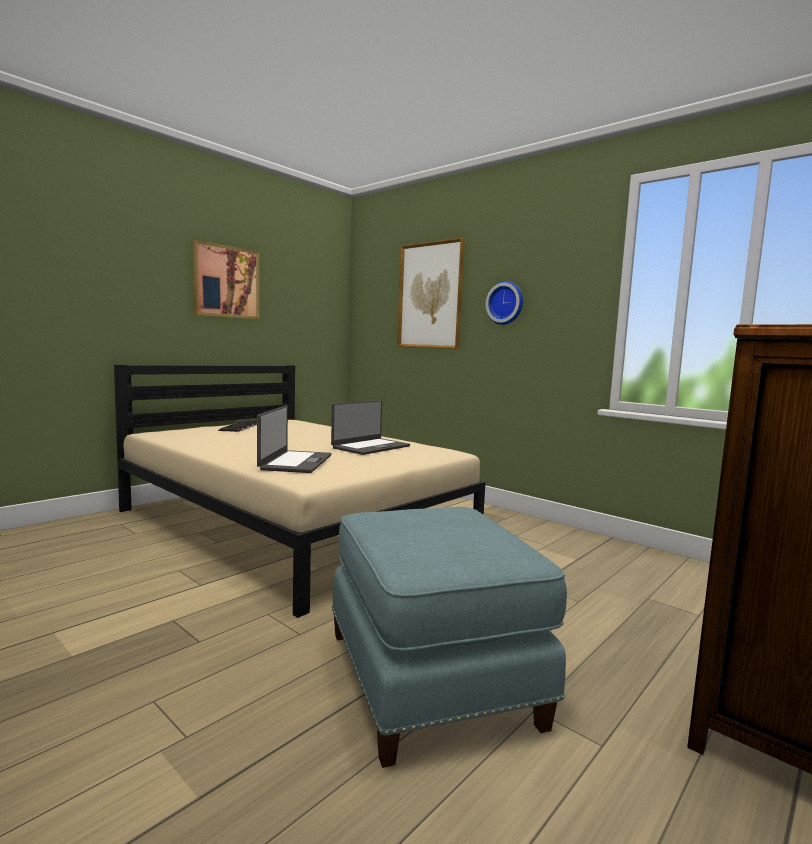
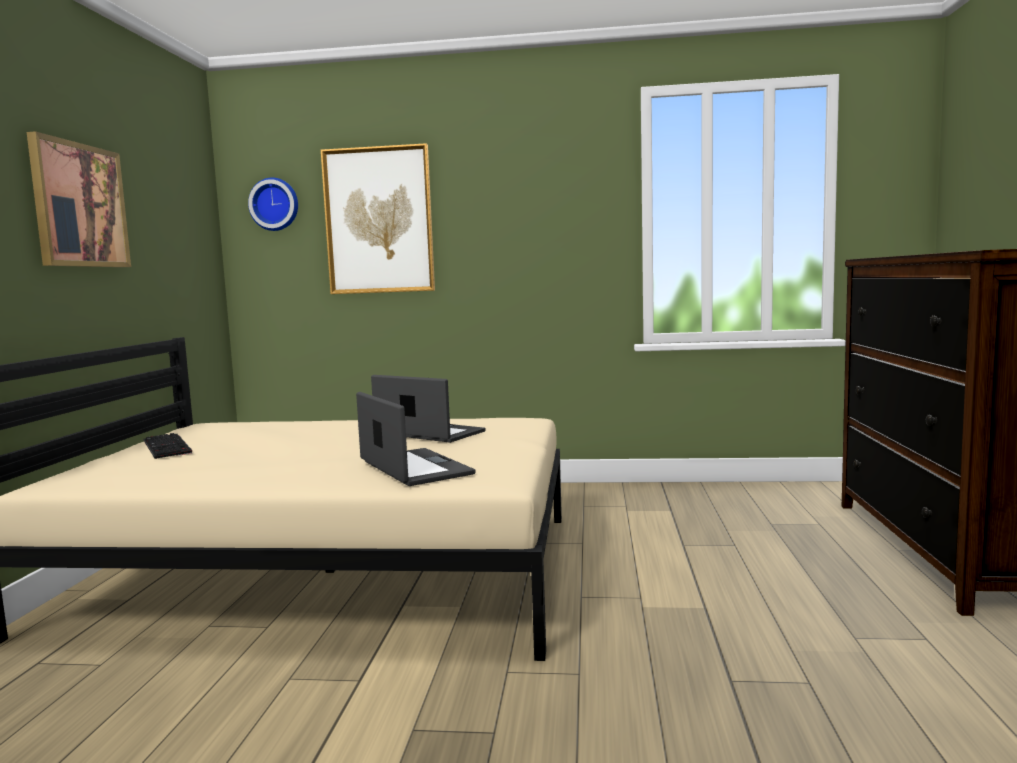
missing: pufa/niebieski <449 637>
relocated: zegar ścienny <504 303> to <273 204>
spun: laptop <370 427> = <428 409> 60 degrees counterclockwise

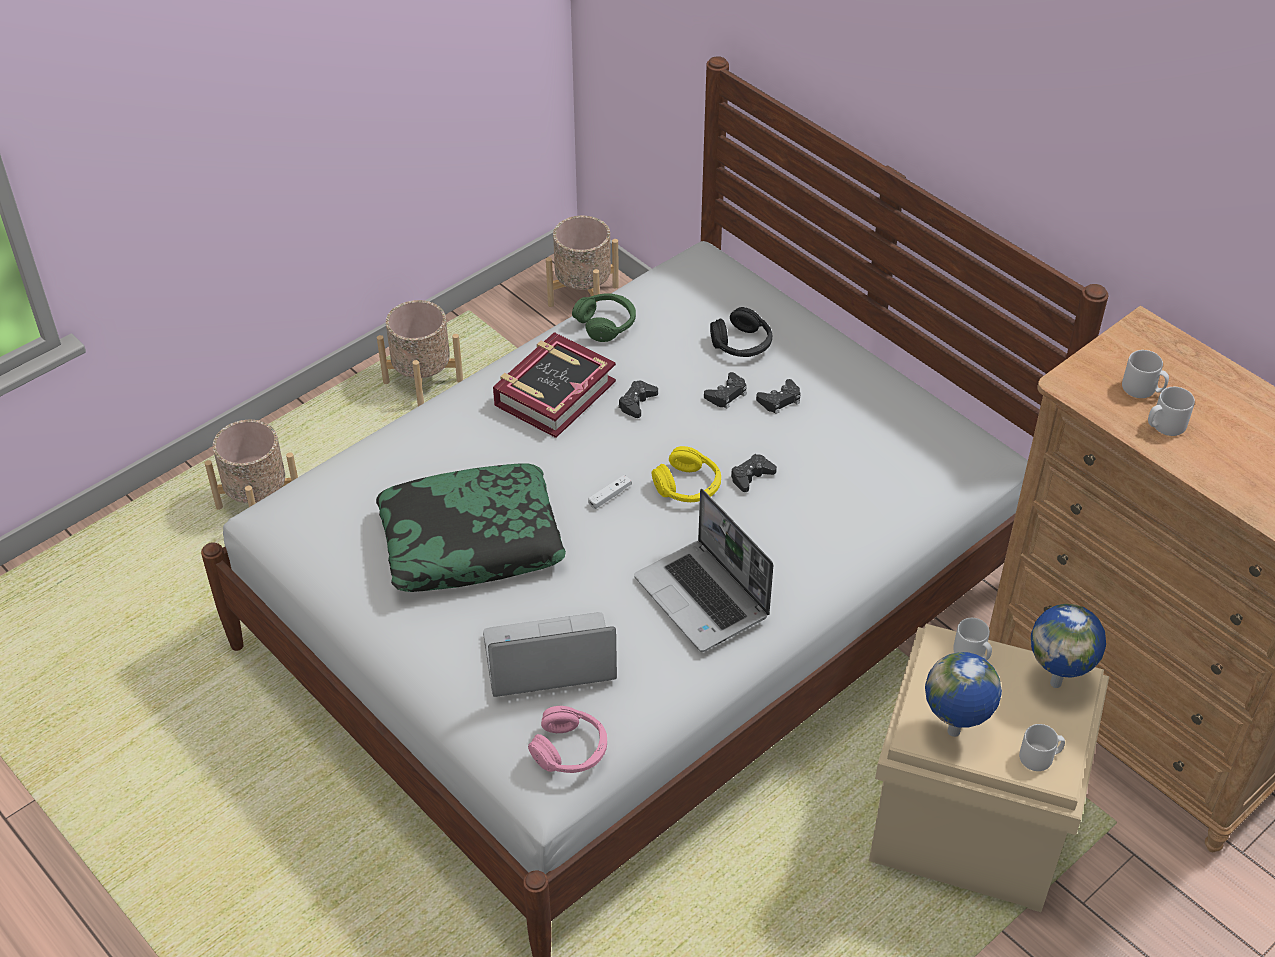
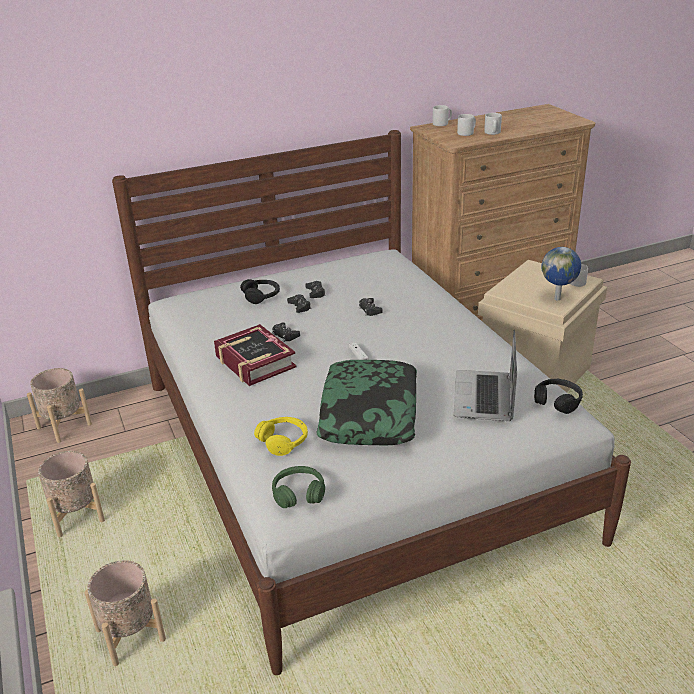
missing: laptop <703 570>; globus <1068 646>
relocated: słuchawki/zielony <604 318> to <298 487>; słuchawki/żółty <686 474> to <281 436>; kubek/szary <972 639> to <442 115>
colour: słuchawki/różowy <567 739> to słuchawki/czarny <558 396>

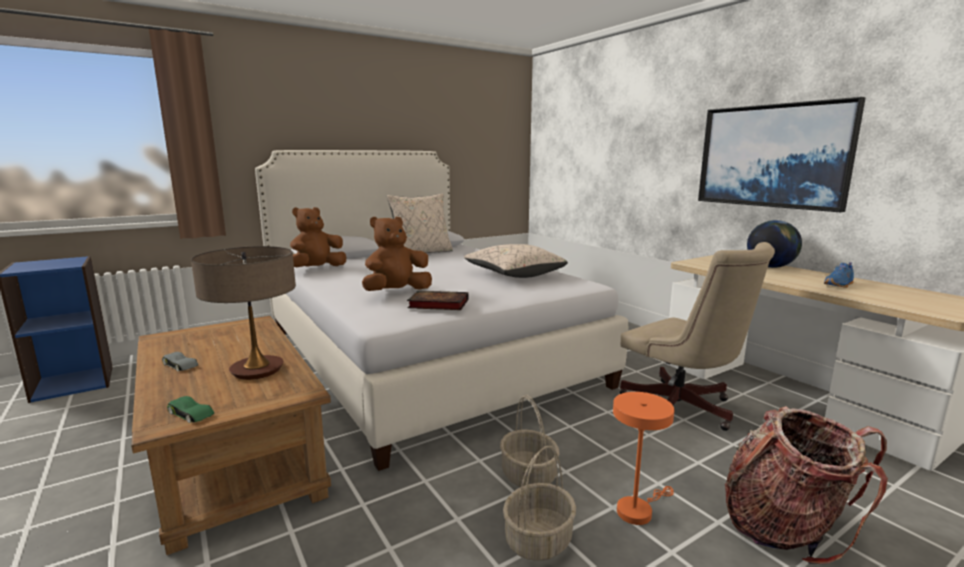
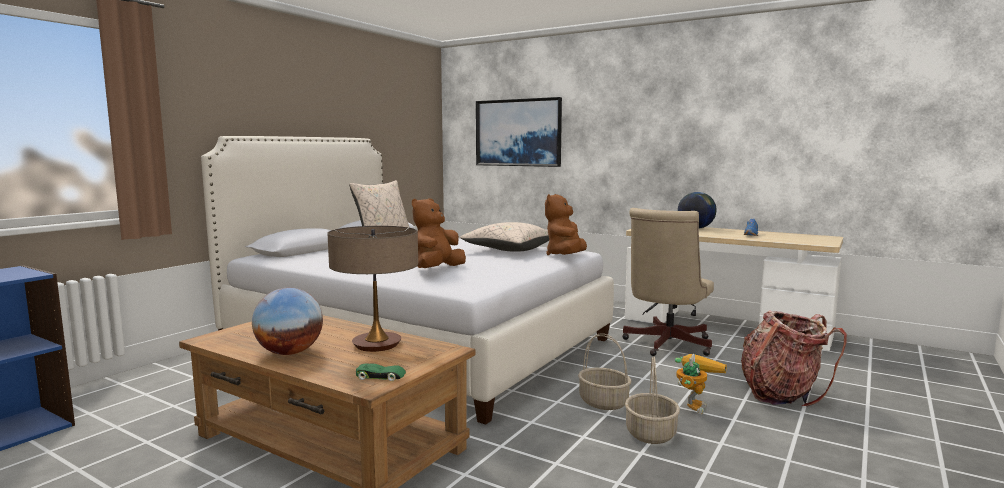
missing: książka <437 300>
relocated: pluszak/brązowy <318 237> to <566 224>; obraz <782 154> to <519 132>
exchanged: samochodzik/szary <180 361> to globus <287 321>; lampa stołowa/pomarańczowy <643 458> to robot zabawkowy <701 384>
spun: krzesło biurowe/beżowy <697 336> = <668 282> 90 degrees clockwise

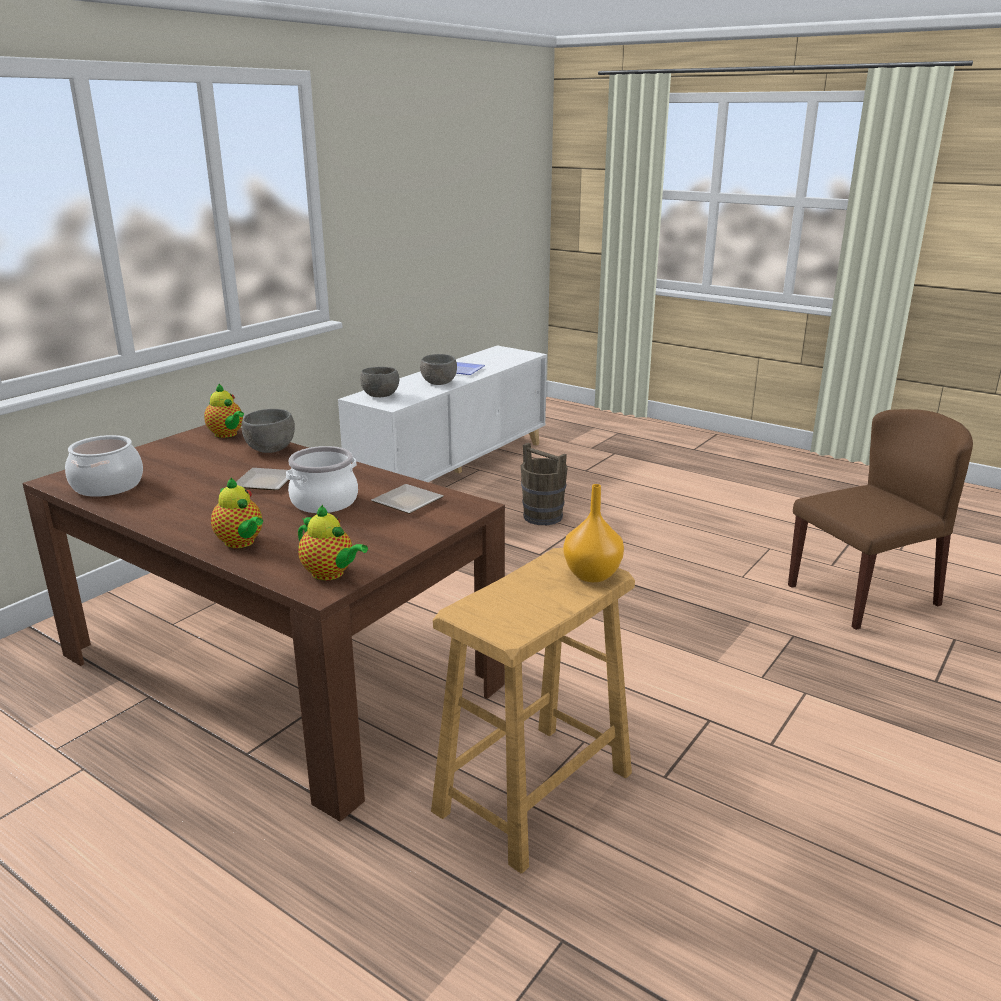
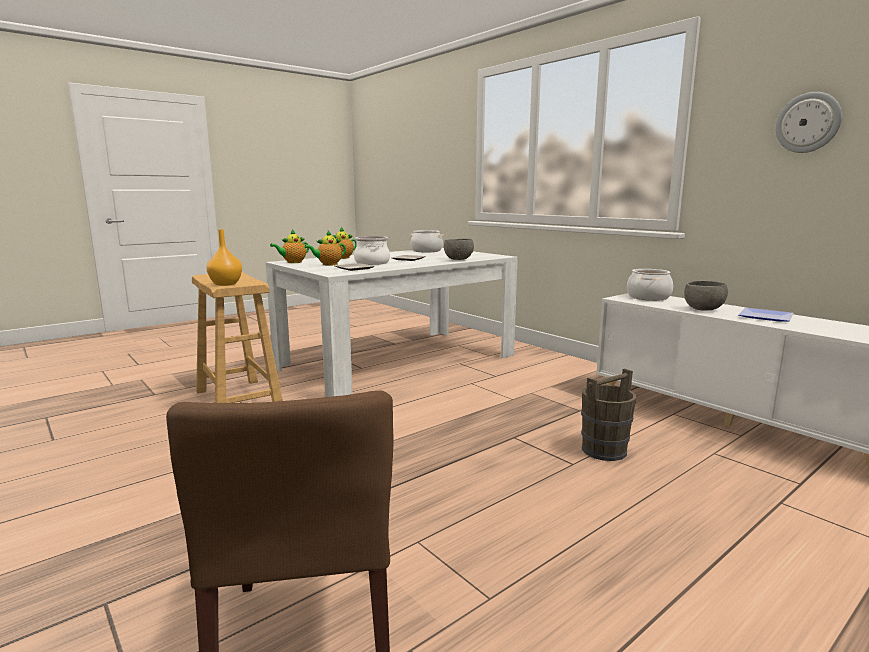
appeared: zegar ścienny <808 122>
relocated: imbryk <224 410> to <325 248>
exchanged: miska/szary <379 382> to garnek <650 285>
colour: stół jadalny/brązowy <263 623> to stół jadalny/biały <391 322>

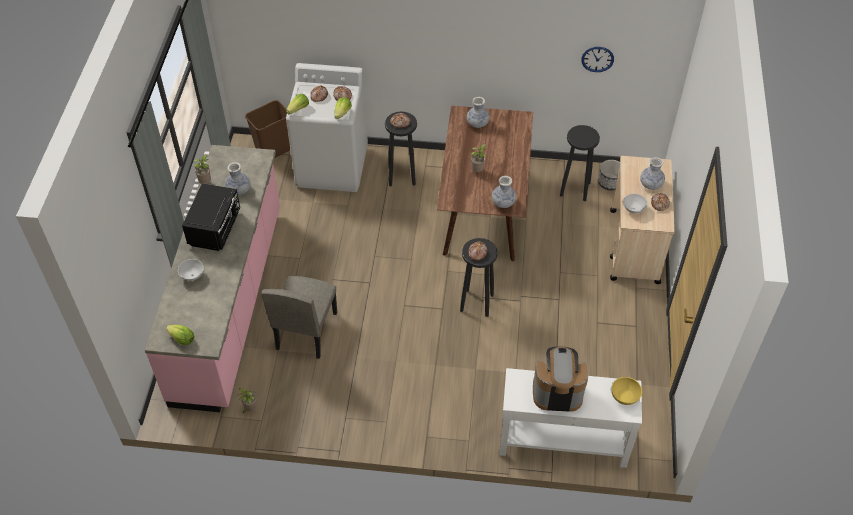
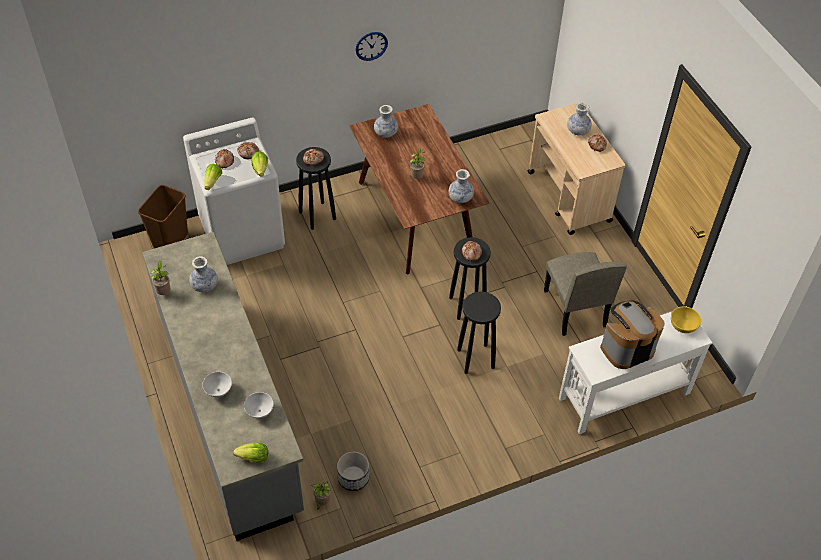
missing: mikrofalówka/czarny <211 217>
relocated: krzesło/beżowy <299 317> to <585 294>; stołek/czarny <580 163> to <479 333>; zegar ścienny <597 59> to <372 46>; donica <609 175> to <353 471>; miska/biały <635 203> to <259 405>
colour: zabudowa kuchenna/różowy <212 278> to zabudowa kuchenna/szary <223 386>

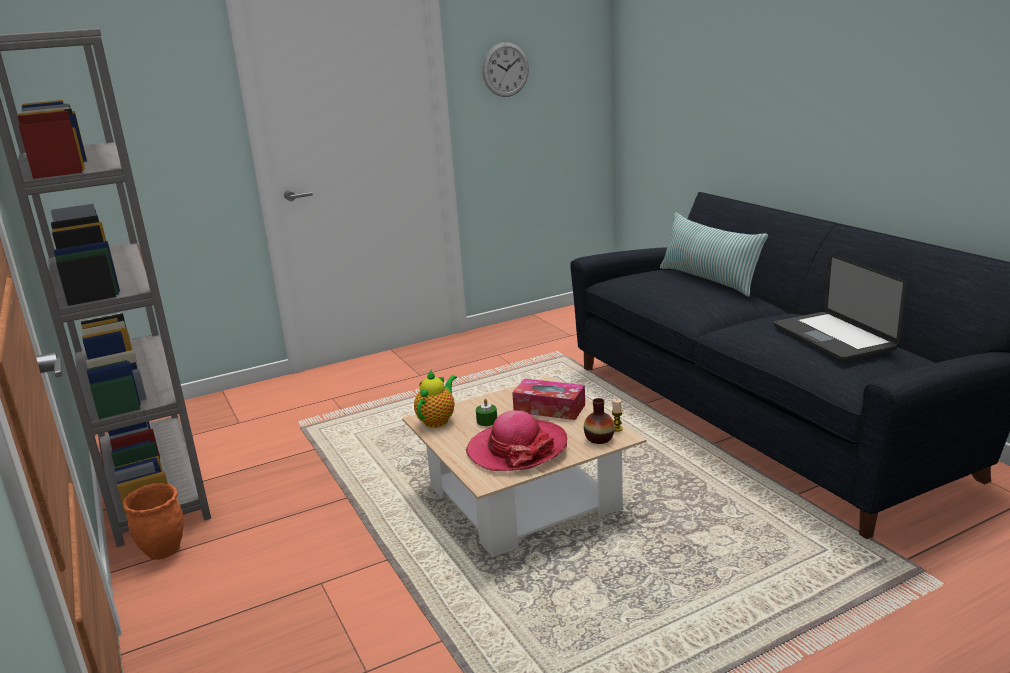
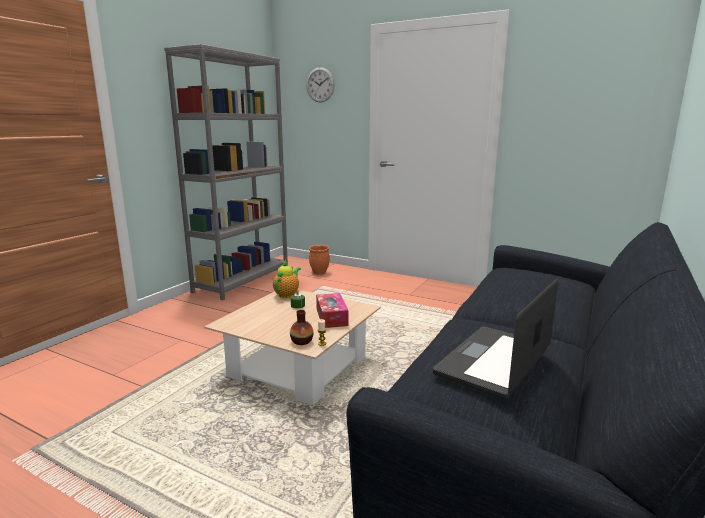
missing: kapelusz <516 440>; poduszka <714 254>
relocated: donica/pomarańczowy <153 521> to <319 259>; zegar ścienny <505 69> to <320 85>
spun: imbryk <435 398> = <287 279> 60 degrees counterclockwise

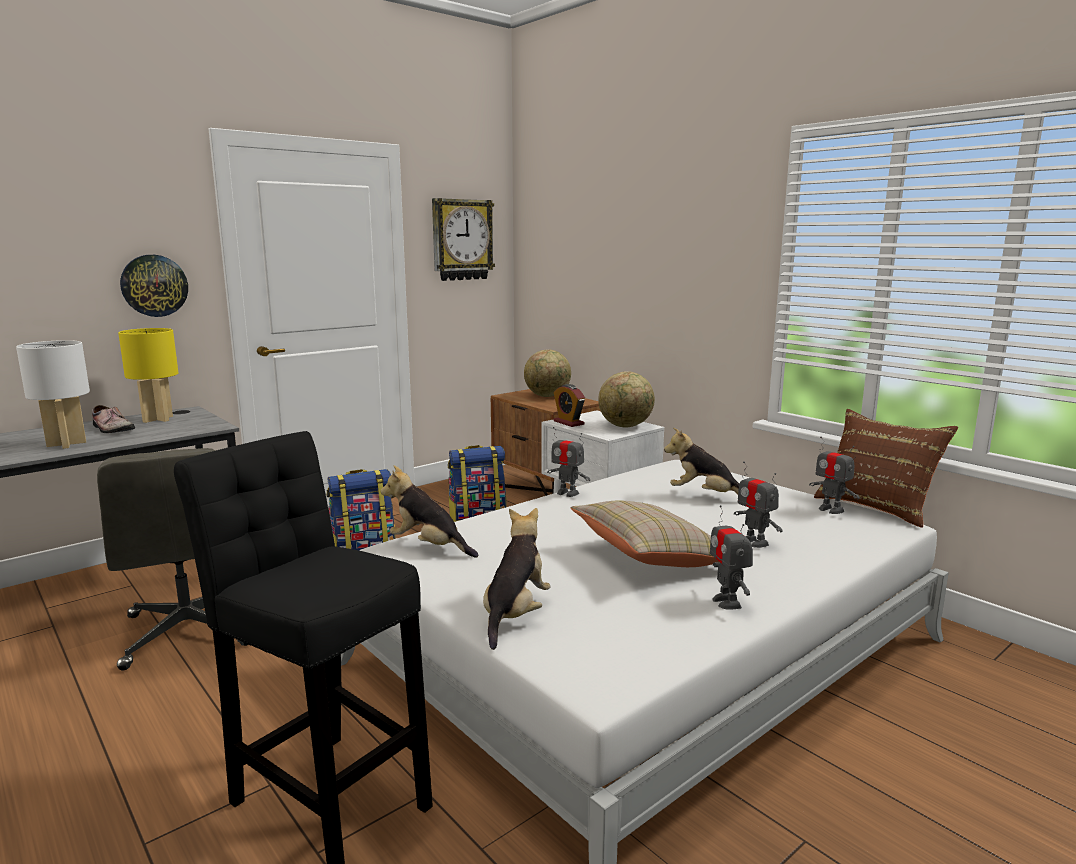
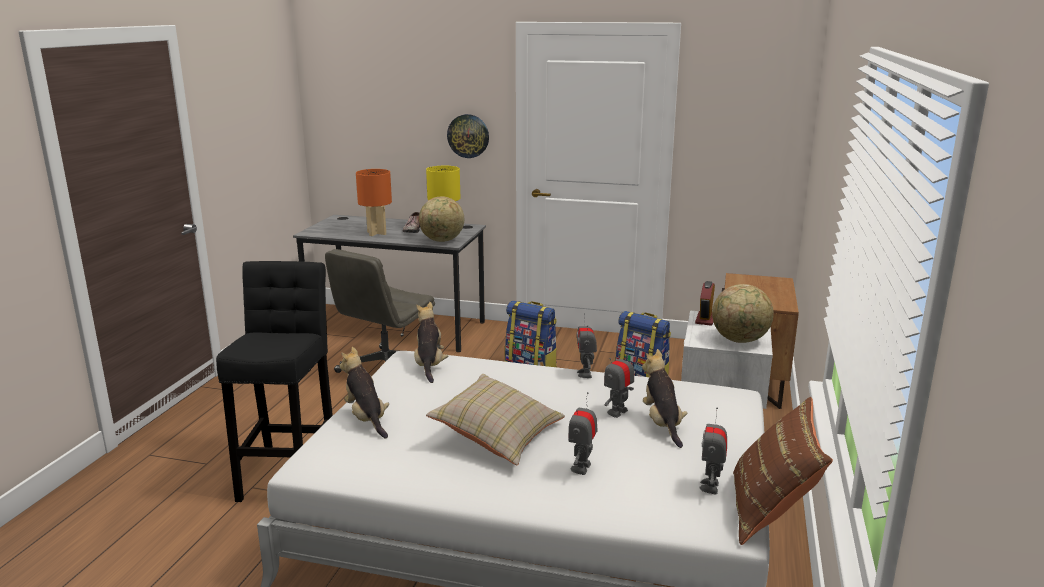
missing: zegar ścienny <463 239>
relocated: globus <547 373> to <441 219>; robot zabawkowy <731 557> to <619 382>
colour: lampa stołowa/biały <53 394> to lampa stołowa/pomarańczowy <374 202>
spun: pluszak <517 579> = <364 392> 105 degrees counterclockwise

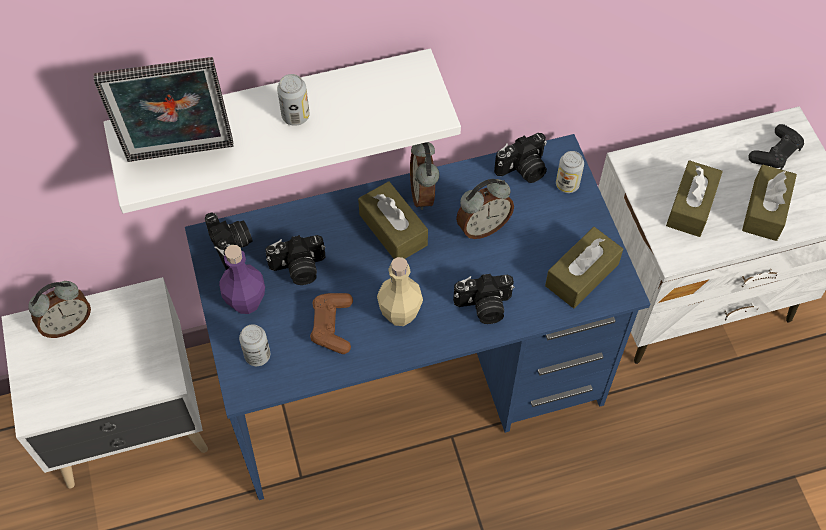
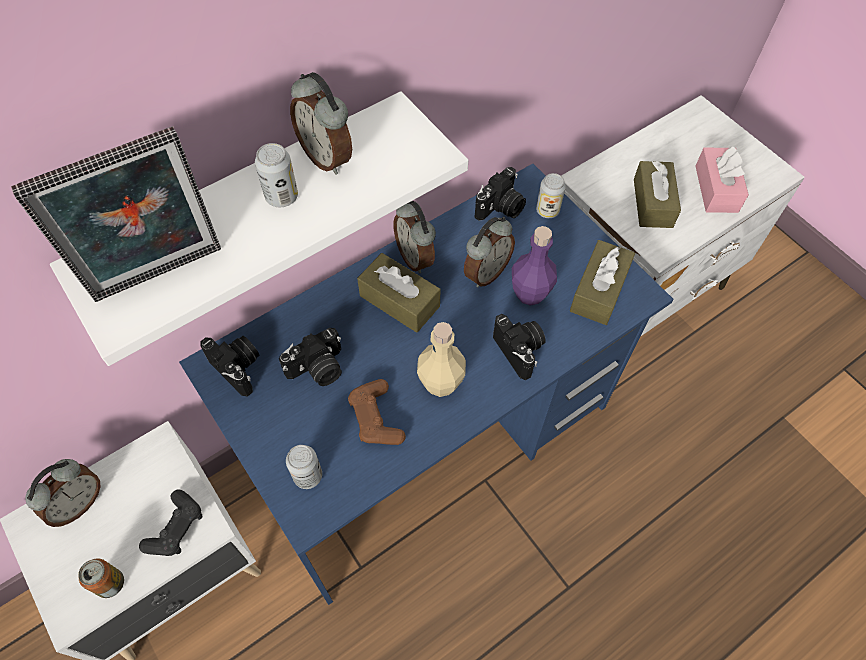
appeared: puszka <101 578>; budzik <321 123>
relocated: butelka/fioletowy <242 279> to <534 266>; pad do gier/czarny <776 147> to <170 523>
colour: pudełko chusteczek/brązowy <769 202> to pudełko chusteczek/różowy <722 179>
spun: aparat fotograficzny <483 299> = <519 347> 90 degrees counterclockwise

